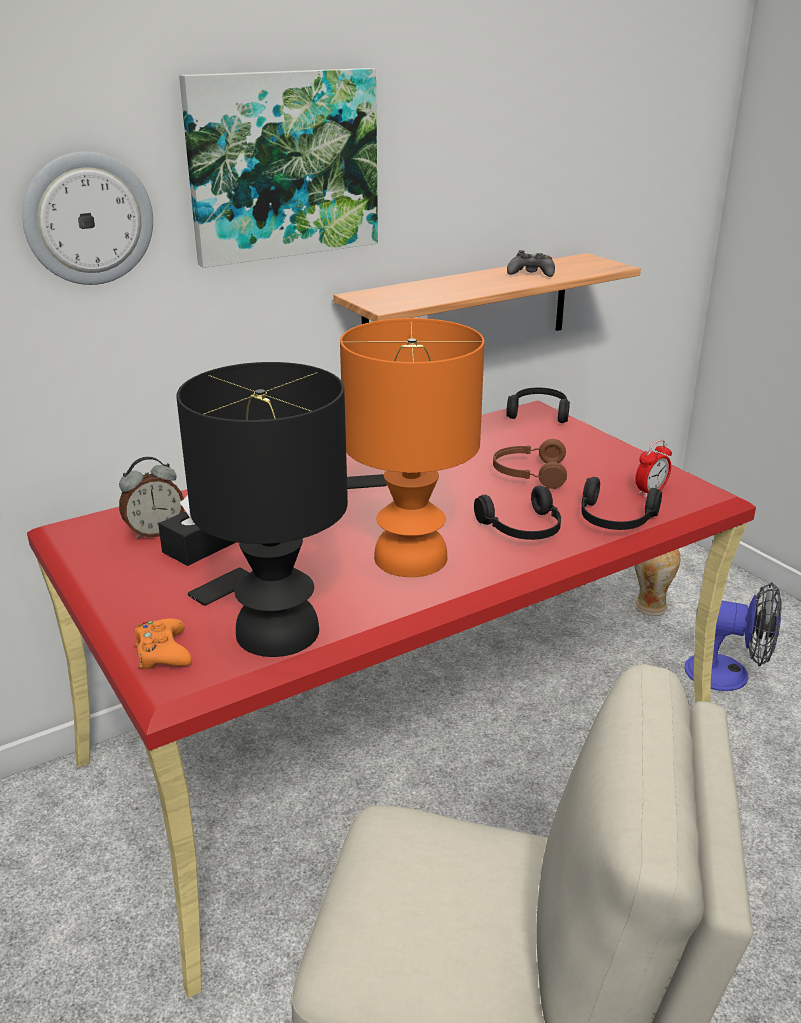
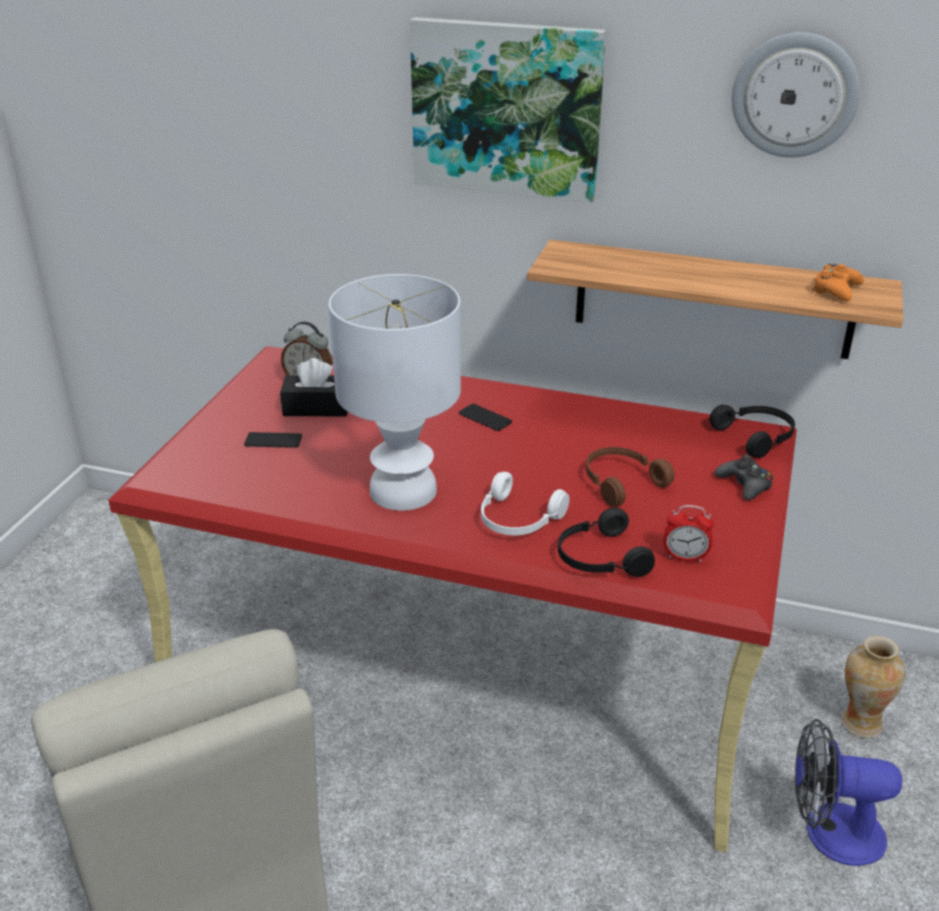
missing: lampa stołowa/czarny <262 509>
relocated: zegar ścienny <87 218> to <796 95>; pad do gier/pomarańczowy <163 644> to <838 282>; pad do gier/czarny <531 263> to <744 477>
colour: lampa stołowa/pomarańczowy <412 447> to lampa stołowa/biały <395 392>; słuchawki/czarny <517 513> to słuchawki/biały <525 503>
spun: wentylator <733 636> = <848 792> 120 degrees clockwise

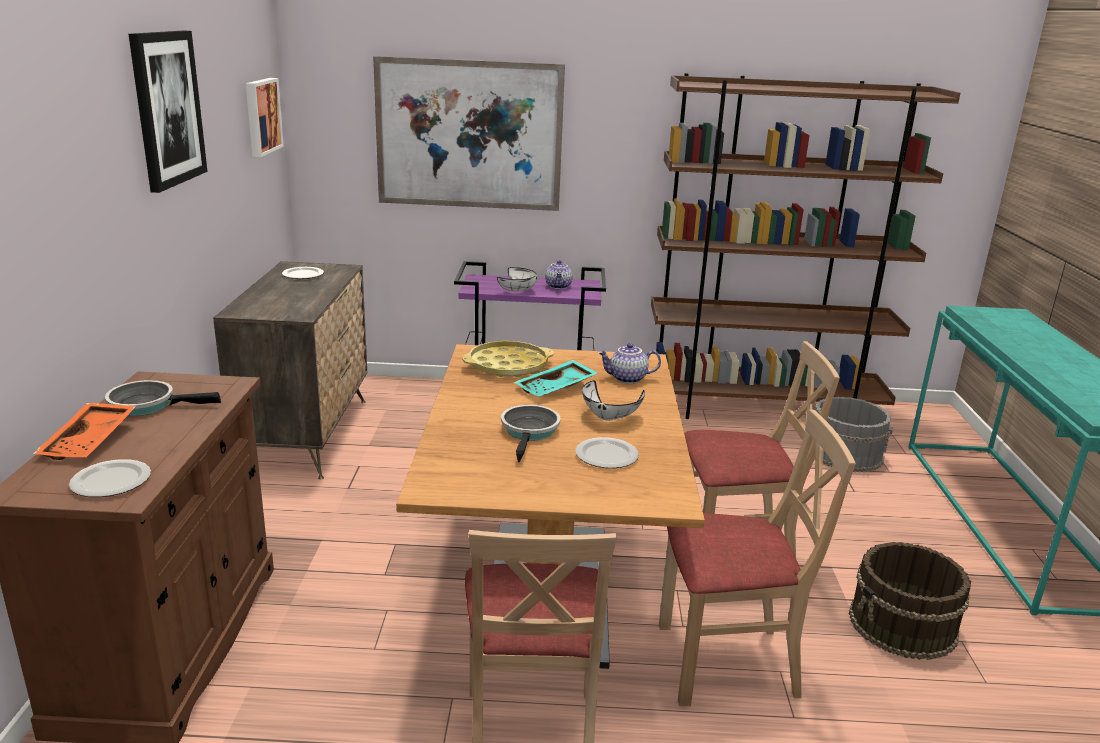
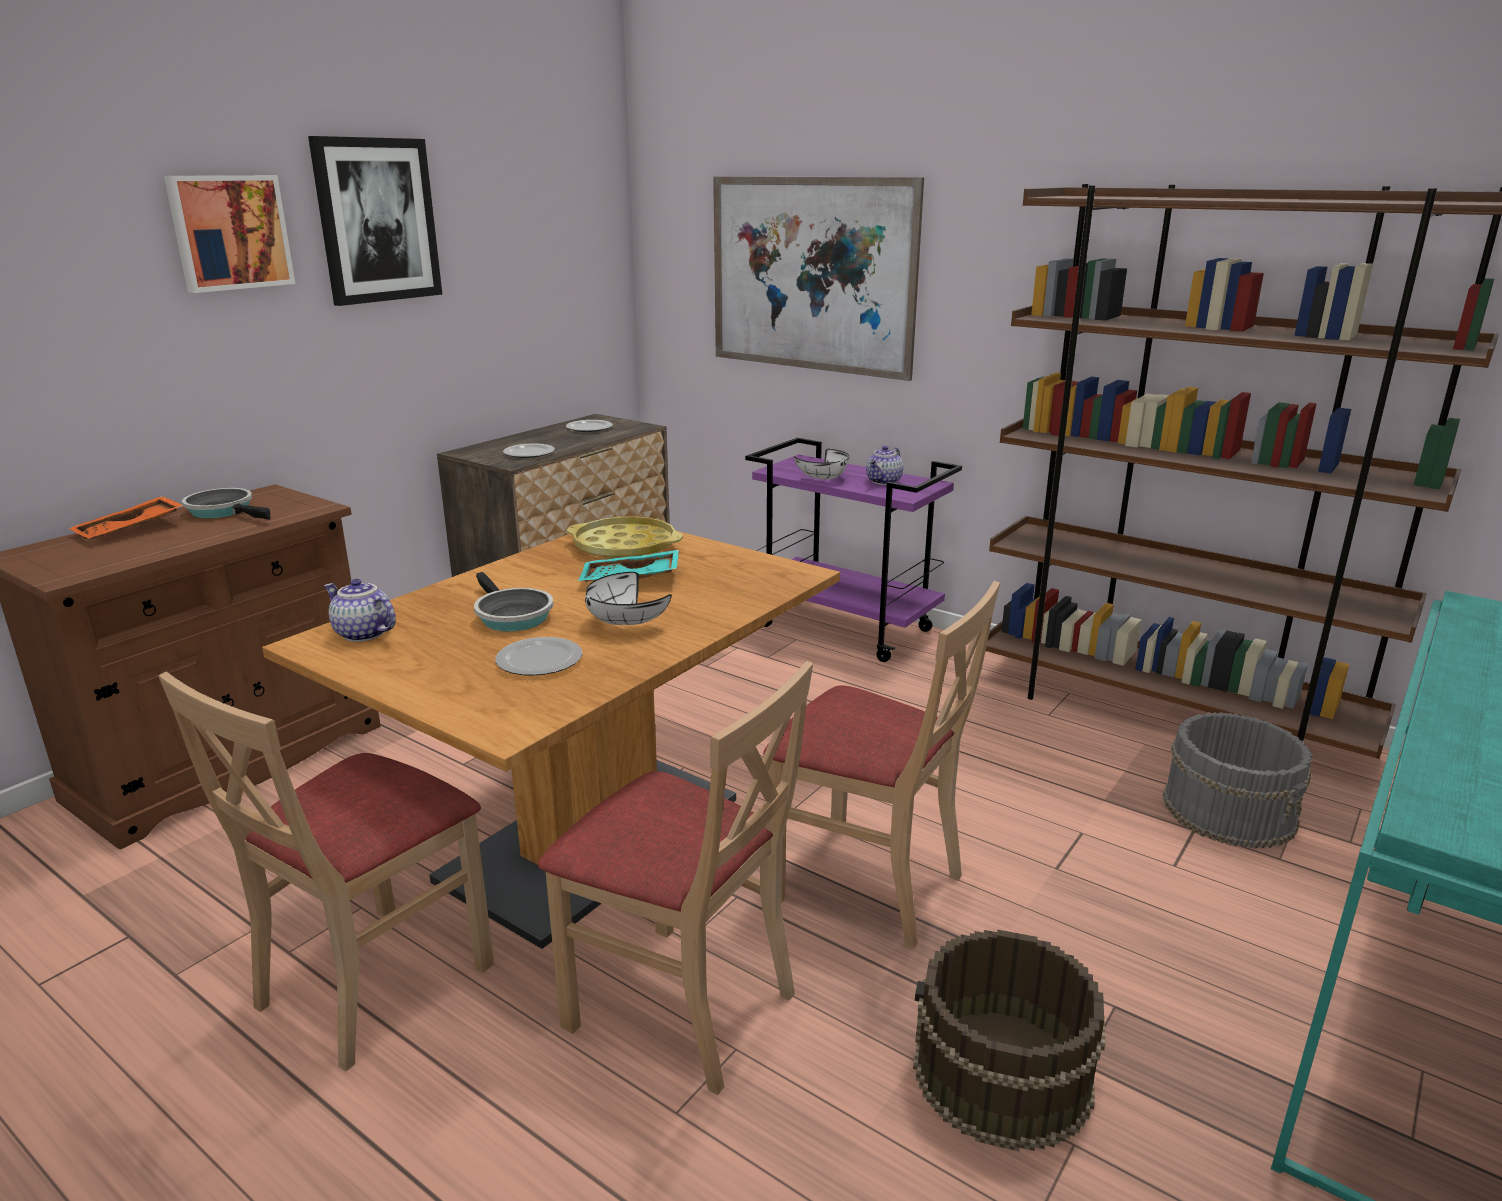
relocated: talerz <110 478> to <529 451>; obraz <265 117> to <229 234>; imbryk <629 363> to <360 610>
spun: patelnia <530 433> = <513 601> 105 degrees clockwise

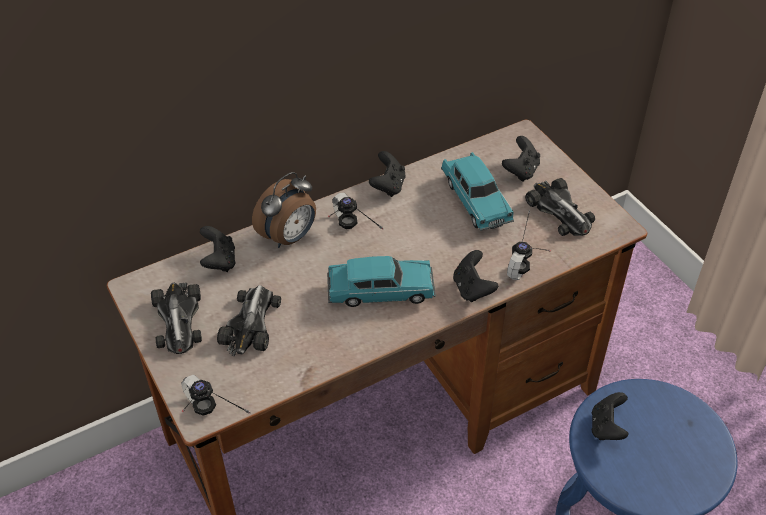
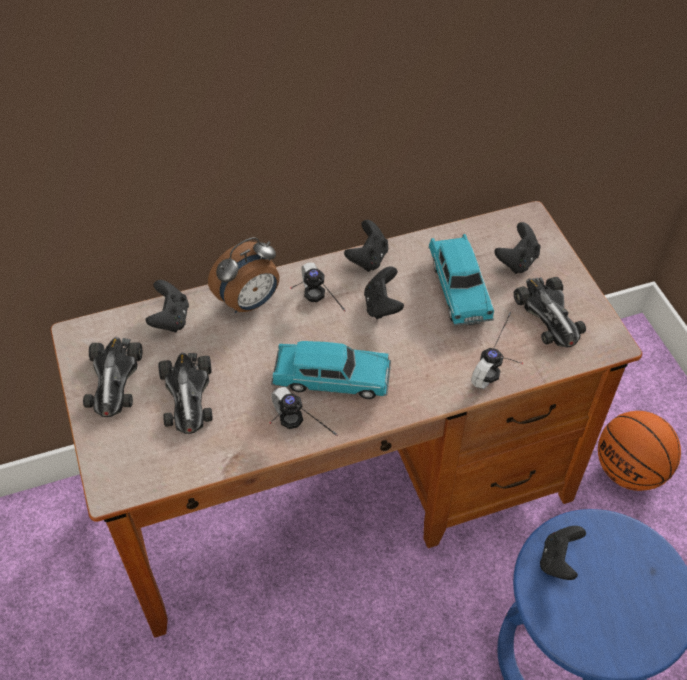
appeared: piłka do koszykówki <639 451>
relocated: słuchawki <216 395> to <303 411>; pad do gier/czarny <475 276> to <384 292>
spun: samochodzik <249 320> = <185 393> 150 degrees clockwise

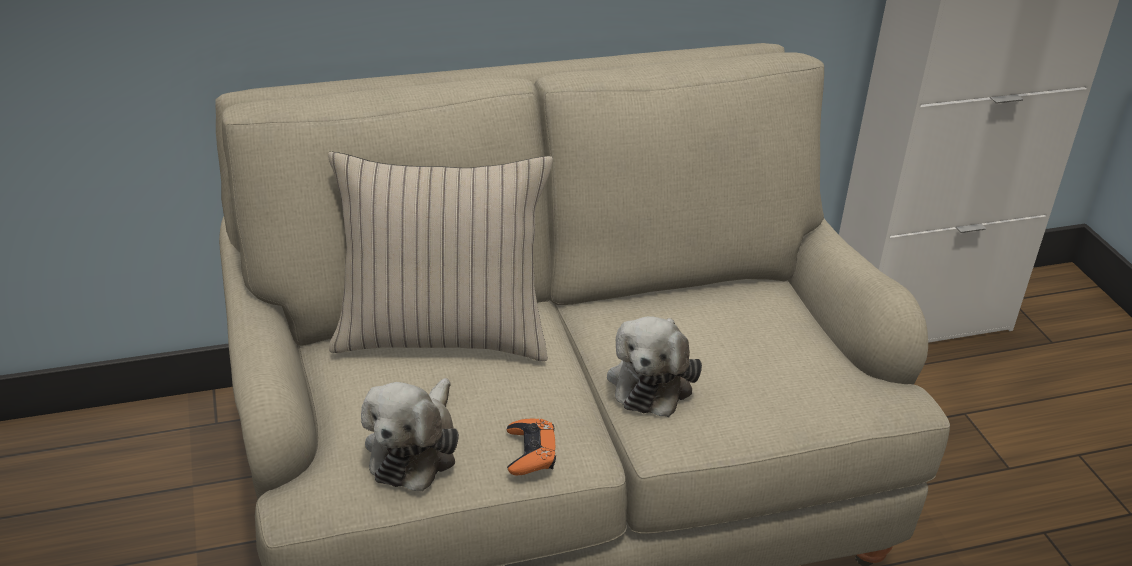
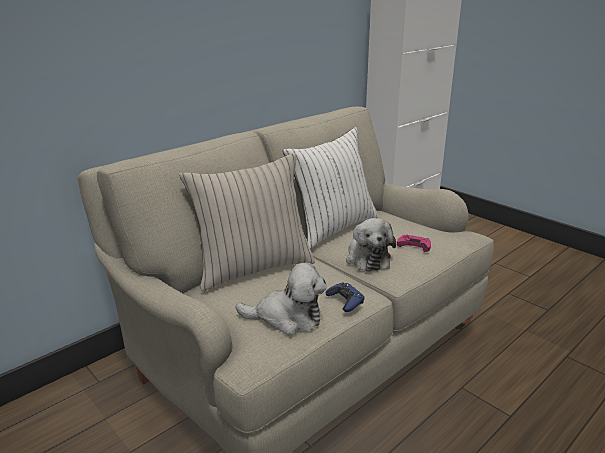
appeared: poduszka/biały <330 188>; pad do gier/różowy <414 243>
colour: pad do gier/pomarańczowy <531 447> to pad do gier/niebieski <344 297>
spun: pluszak <410 435> = <281 298> 75 degrees counterclockwise

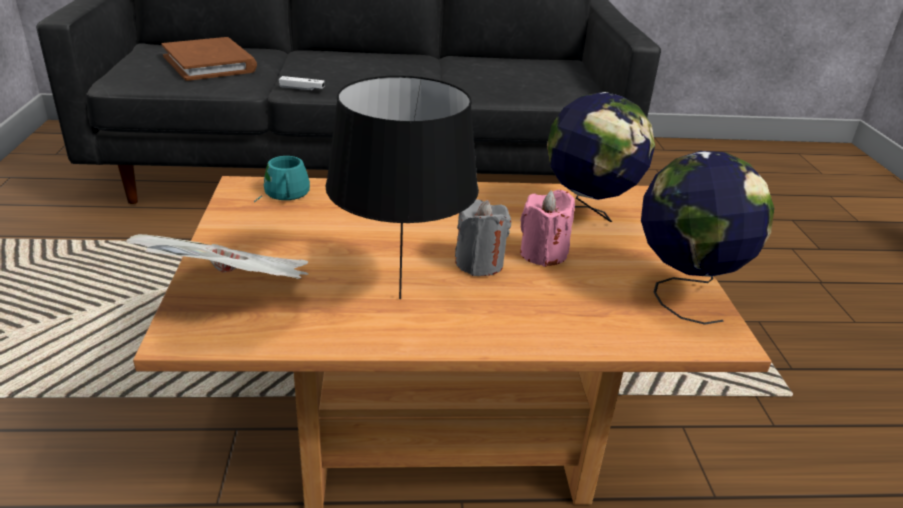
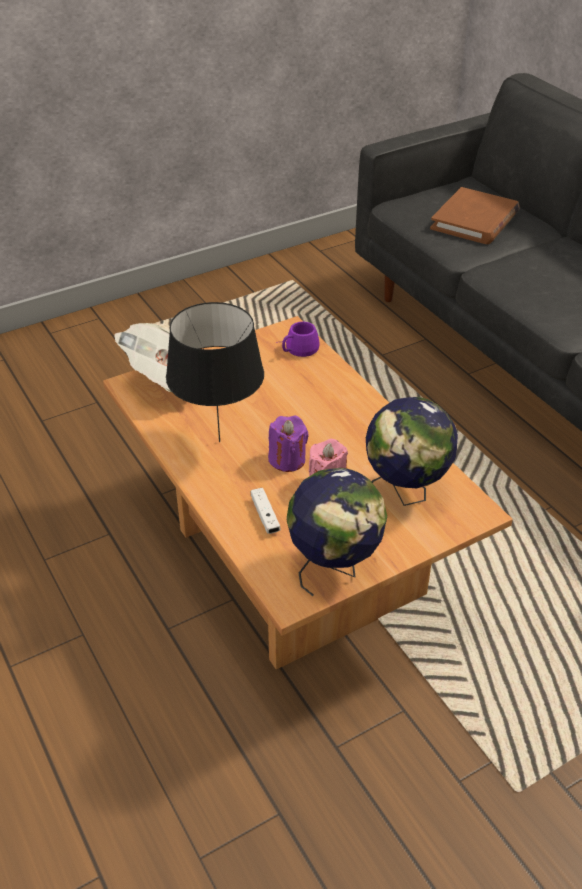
relocated: pad do gier/biały <302 83> to <266 511>
colour: kubek/turkusowy <282 178> to kubek/fioletowy <298 339>; świeca/szary <483 237> to świeca/fioletowy <288 444>

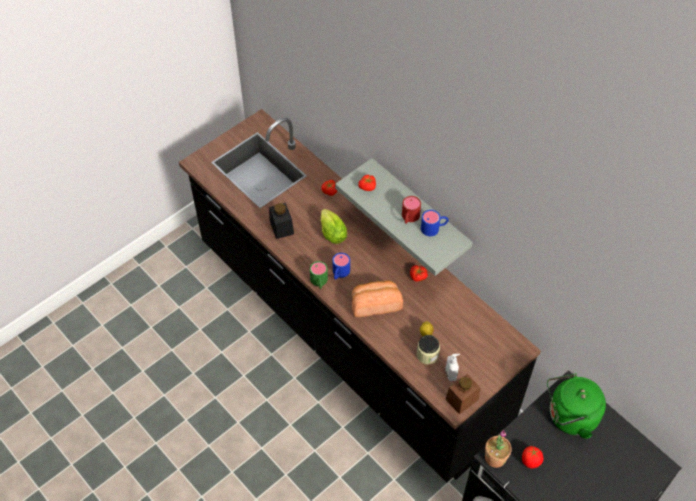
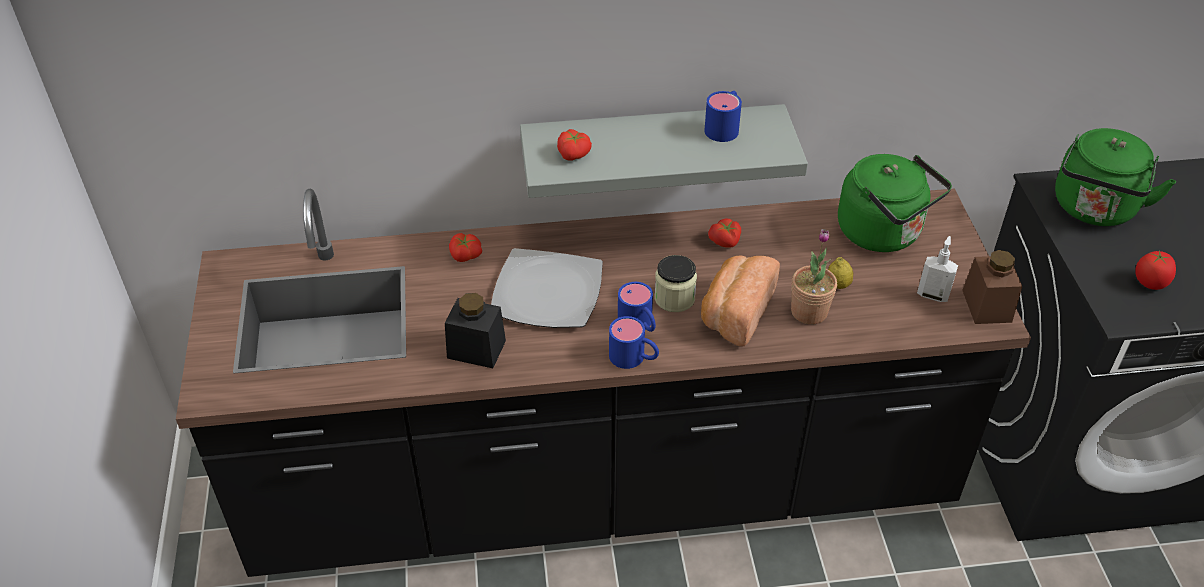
missing: kubek/czerwony <411 210>
appeared: czajnik/zielony <895 203>
relocated: słoik <428 350> to <675 283>; roślina doniczkowa <498 449> to <814 276>
exchanged: sałata <334 226> to talerz <547 288>
colour: kubek/zielony <319 275> to kubek/niebieski <634 342>

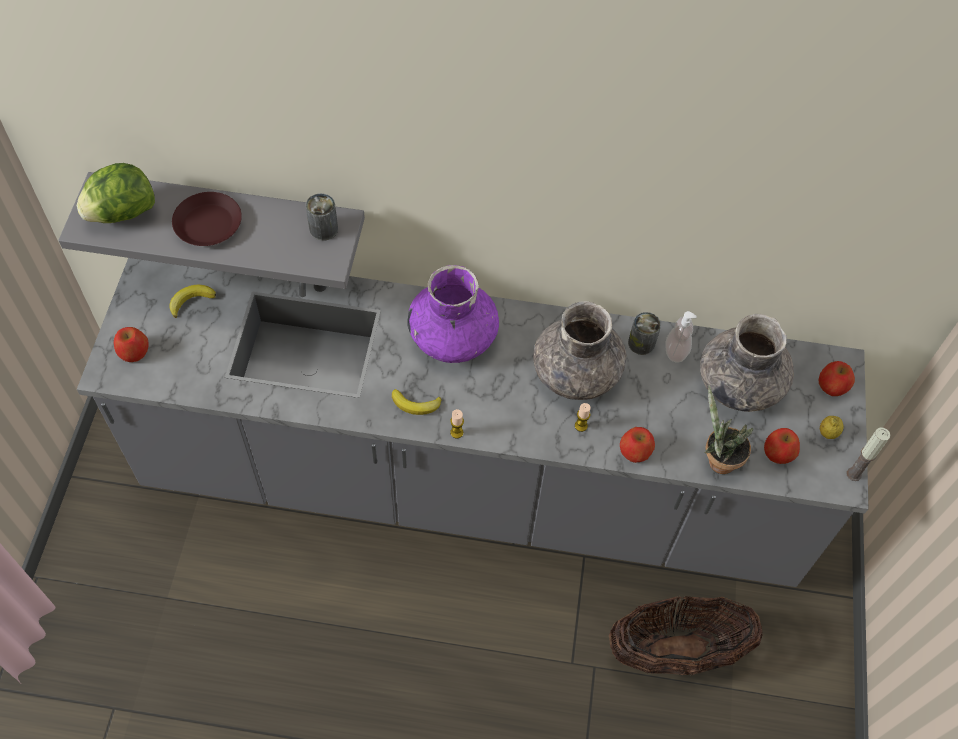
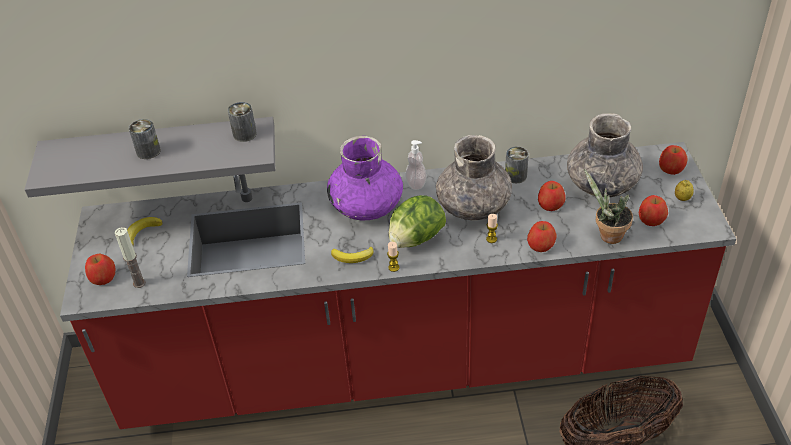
appeared: jabłko <552 196>
relocated: sałata <116 193> to <417 221>; dozownik mydła <681 337> to <416 165>; świeca <868 454> to <130 257>
exchanged: talerz/brązowy <207 219> to puszka <145 139>
colour: zabudowa kuchenna/szary <472 422> to zabudowa kuchenna/czerwony <398 285>

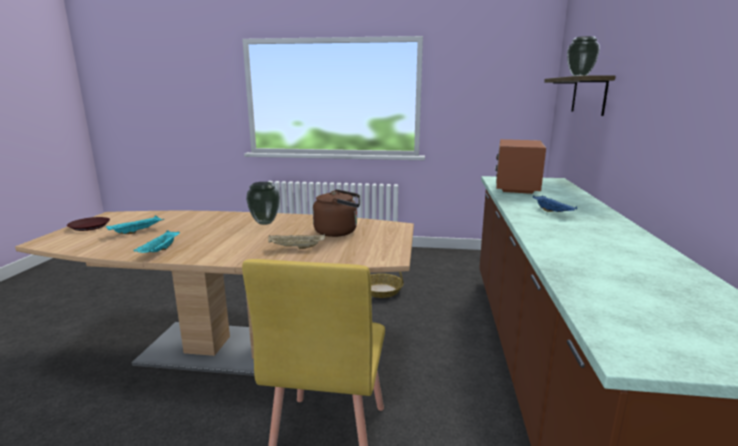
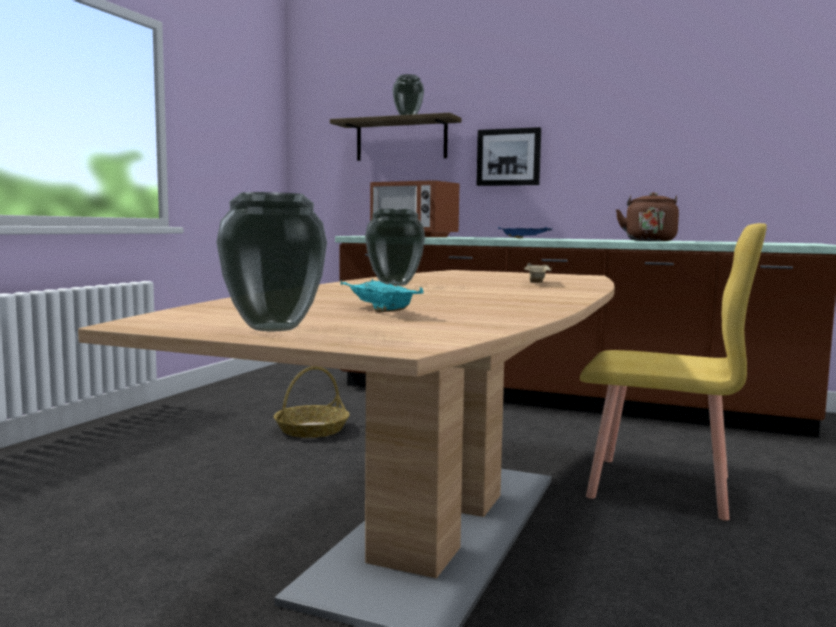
missing: taca/turkusowy <157 241>
appeared: obraz <508 156>
relocated: czajnik/brązowy <336 213> to <647 216>
exchanged: talerz/brązowy <88 224> to wazon <271 261>

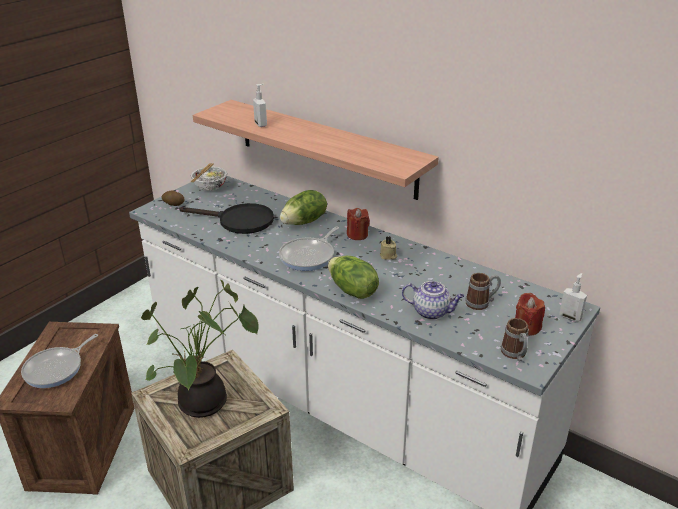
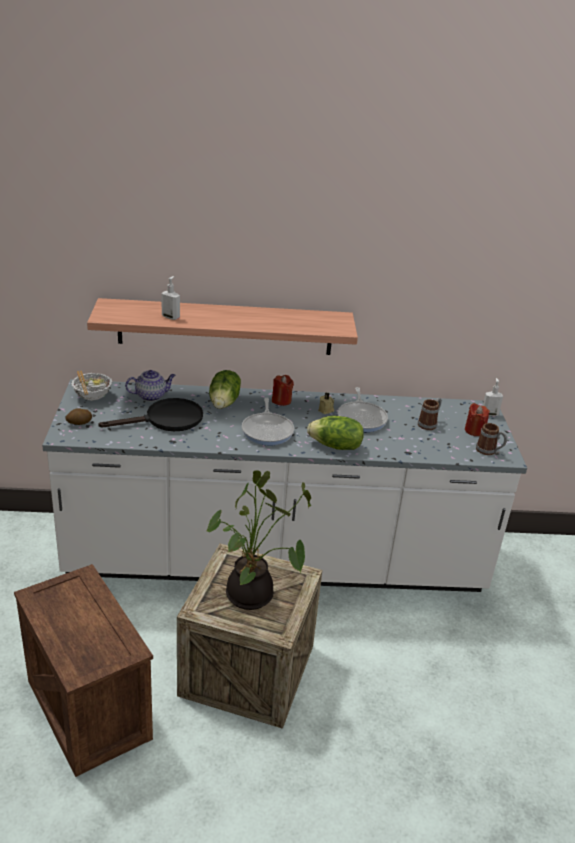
relocated: patelnia <59 361> to <363 409>; imbryk <433 300> to <150 385>

